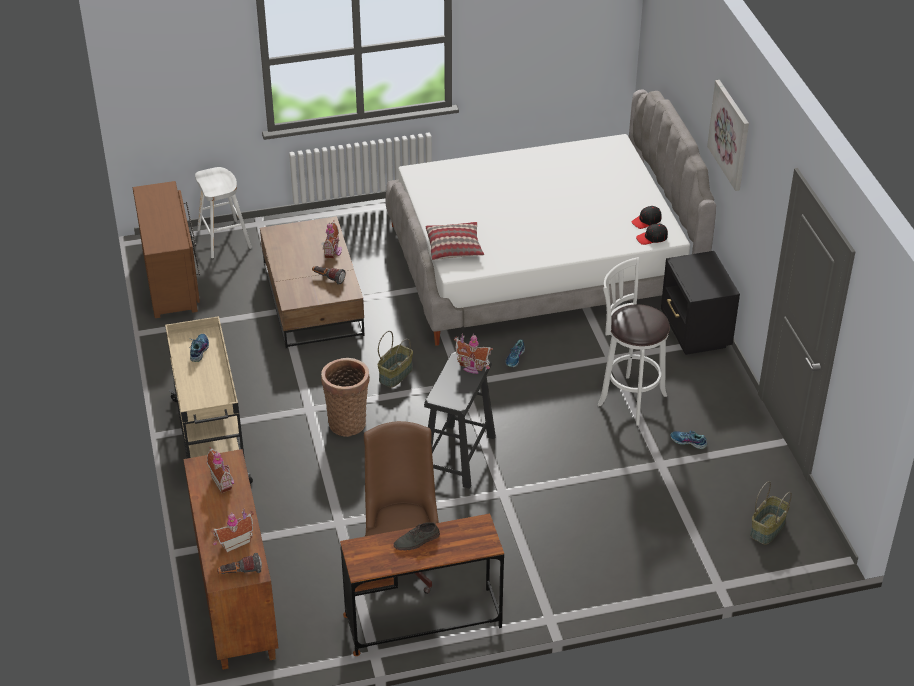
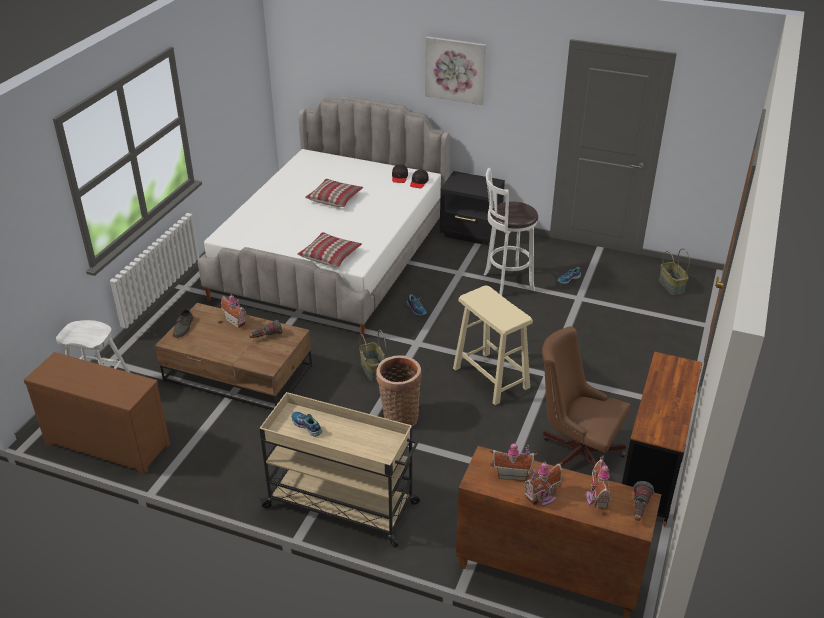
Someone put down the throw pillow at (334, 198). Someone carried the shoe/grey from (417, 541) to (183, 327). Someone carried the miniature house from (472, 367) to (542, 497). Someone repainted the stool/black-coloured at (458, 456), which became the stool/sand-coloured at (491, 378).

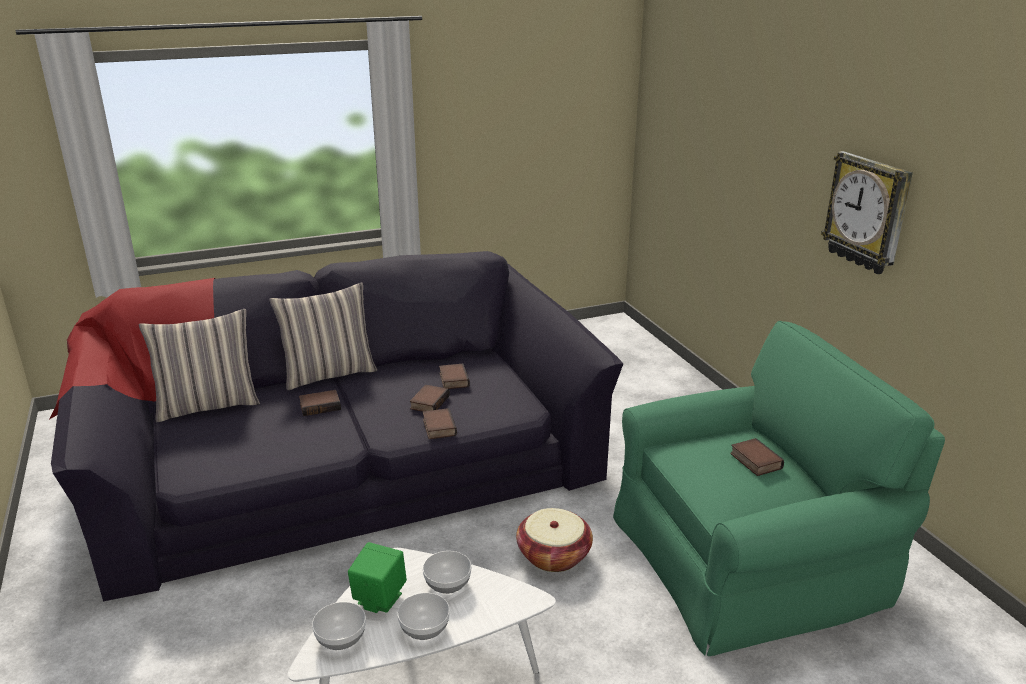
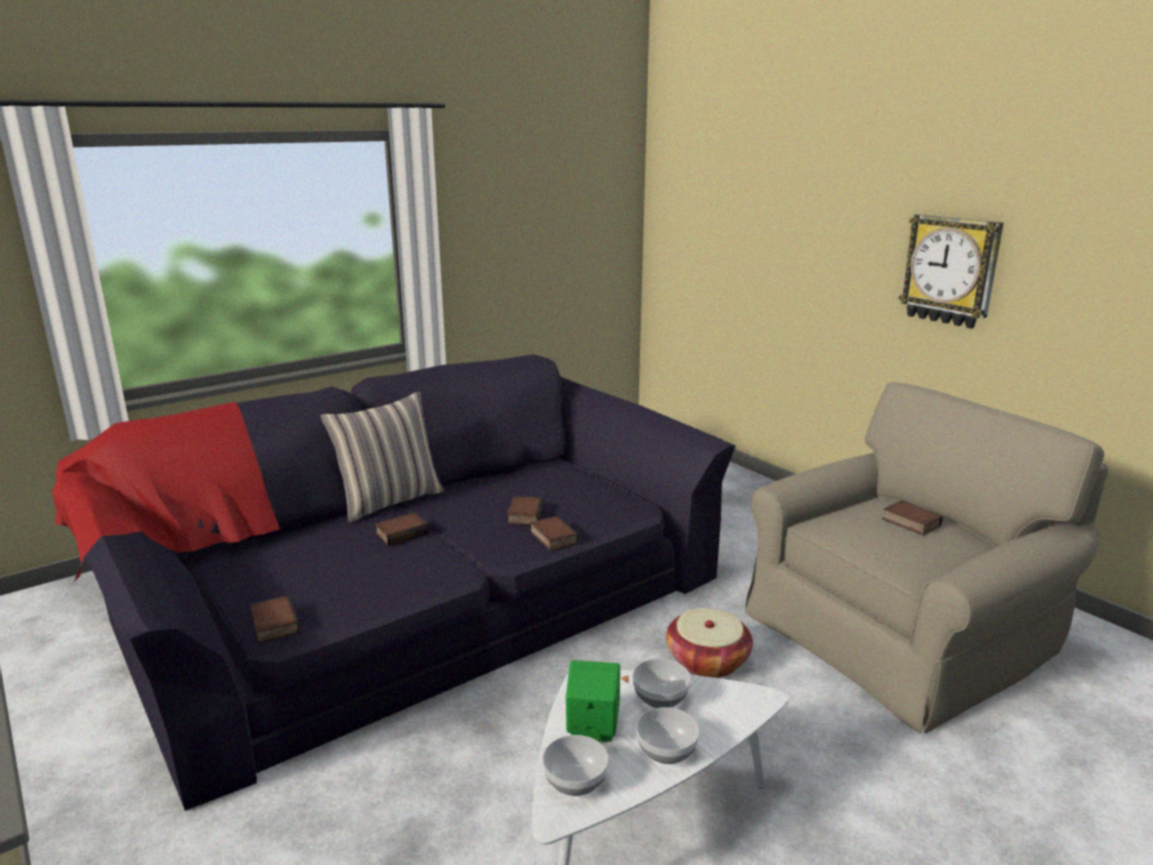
Someone took away the throw pillow at (208, 405). Someone carried the book from (452, 380) to (273, 624). Someone repainted the easy chair/green-coloured at (749, 559), which became the easy chair/sand-coloured at (901, 631).

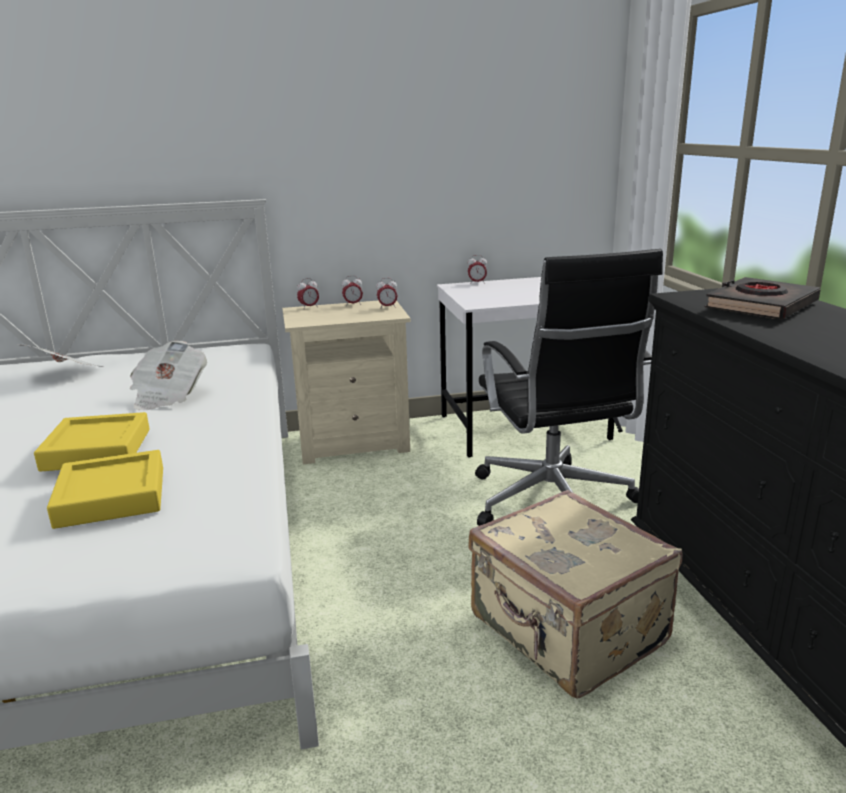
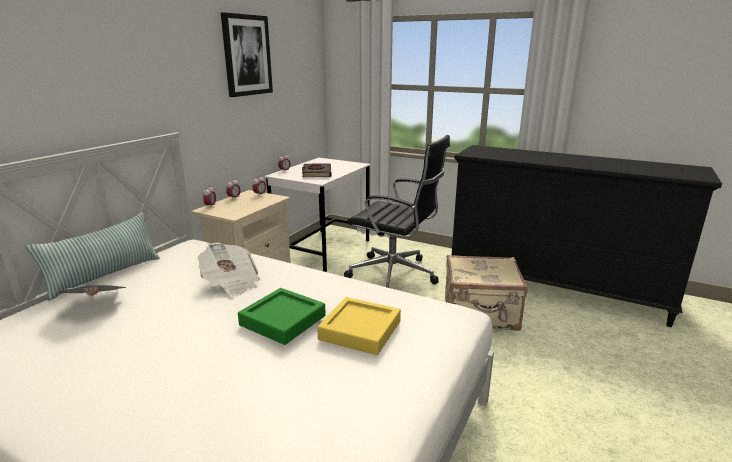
Someone put down the throw pillow at (105, 275). Someone put up the picture at (247, 55). Someone carried the book/black-coloured from (760, 306) to (316, 173). Someone repainted the carrying tray/yellowish at (97, 449), which became the carrying tray/green-coloured at (283, 320).

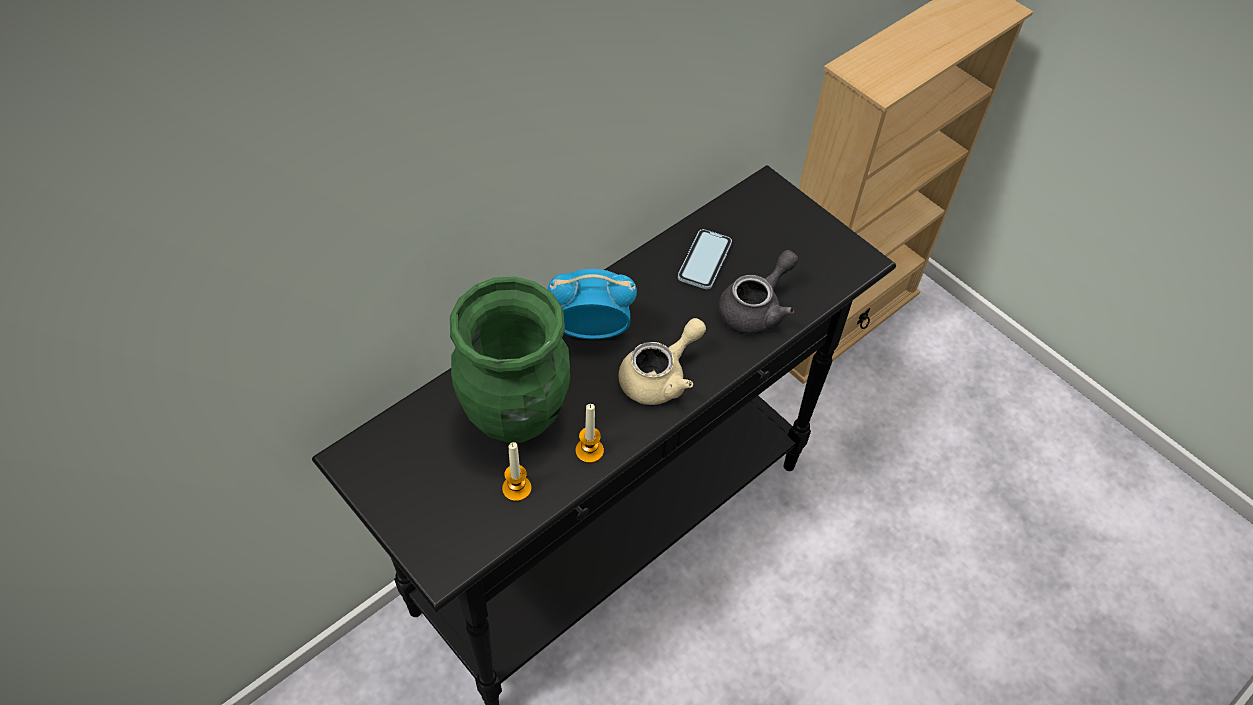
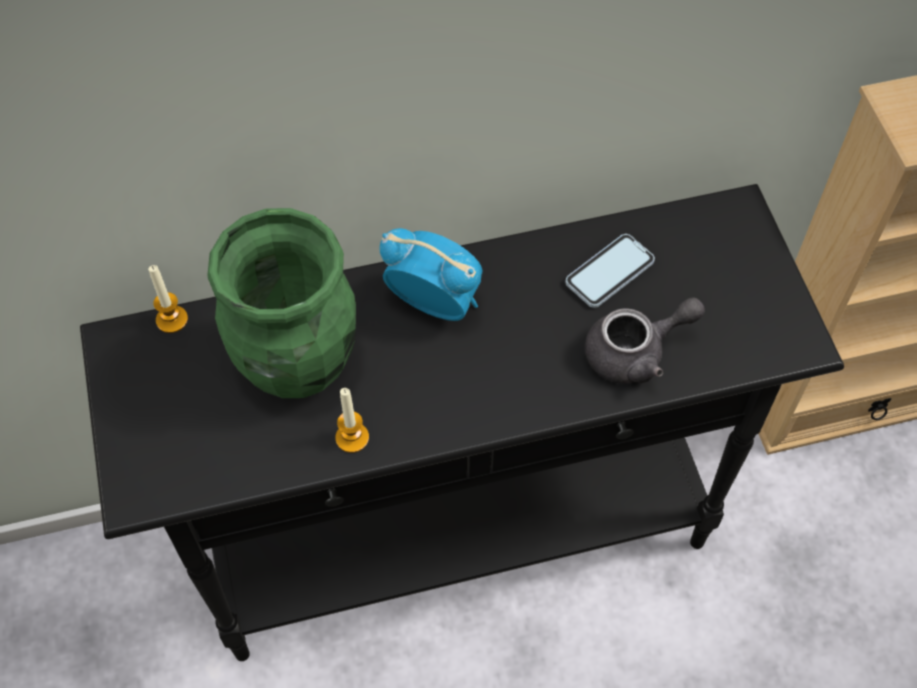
Someone took away the tea pot/sand-coloured at (660, 377). Someone carried the candle from (516, 488) to (172, 320).

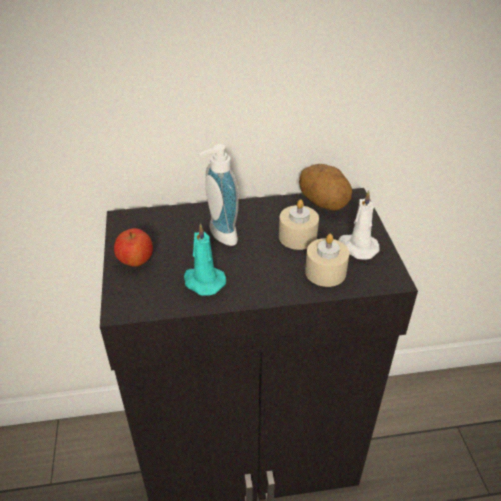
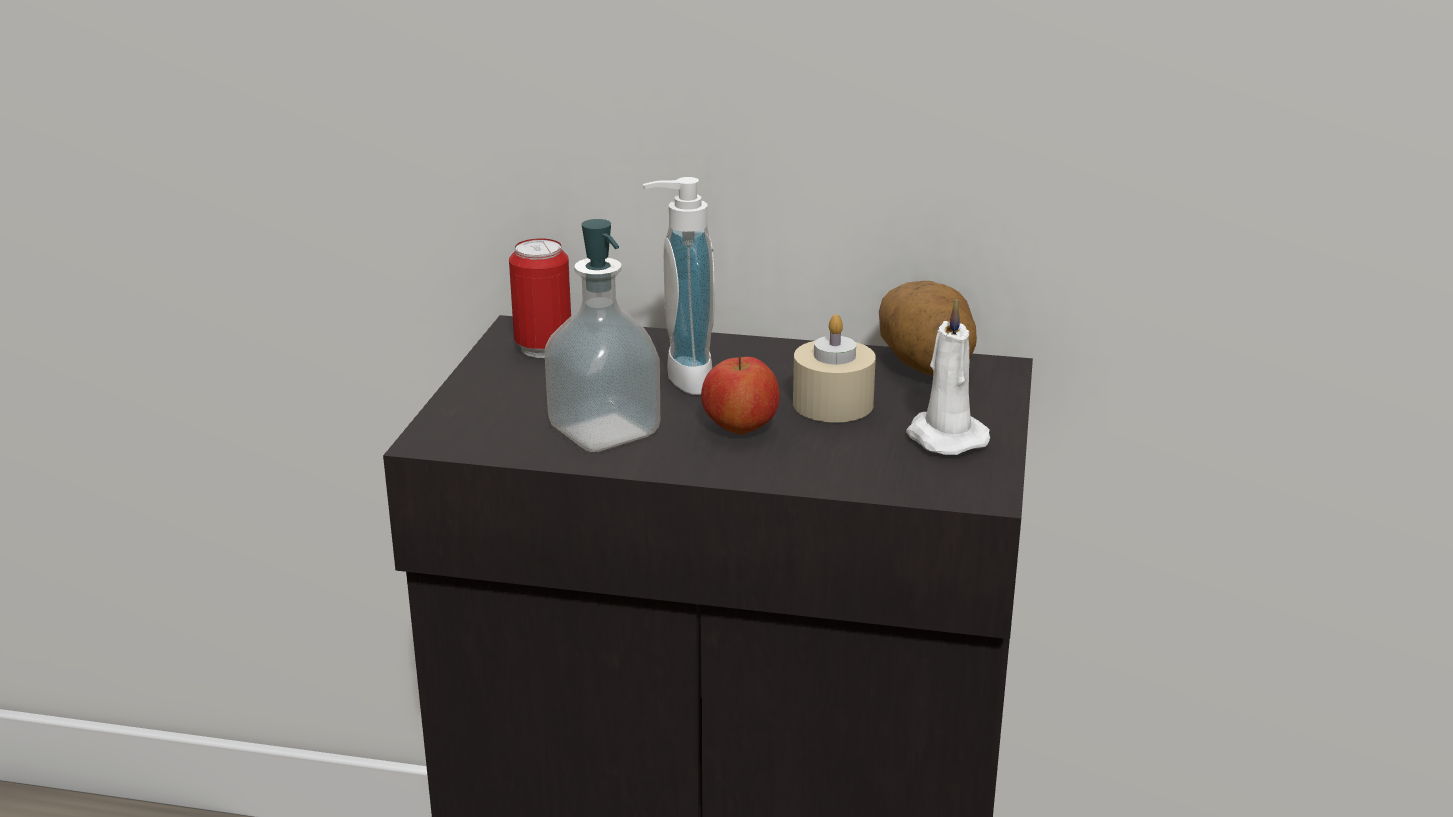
Someone took away the candle/sand-coloured at (325, 272). Someone put down the sealed can at (543, 348). Someone carried the apple from (136, 262) to (740, 429). Someone swapped the candle/turquoise at (203, 281) for the liquid soap bottle at (604, 431).

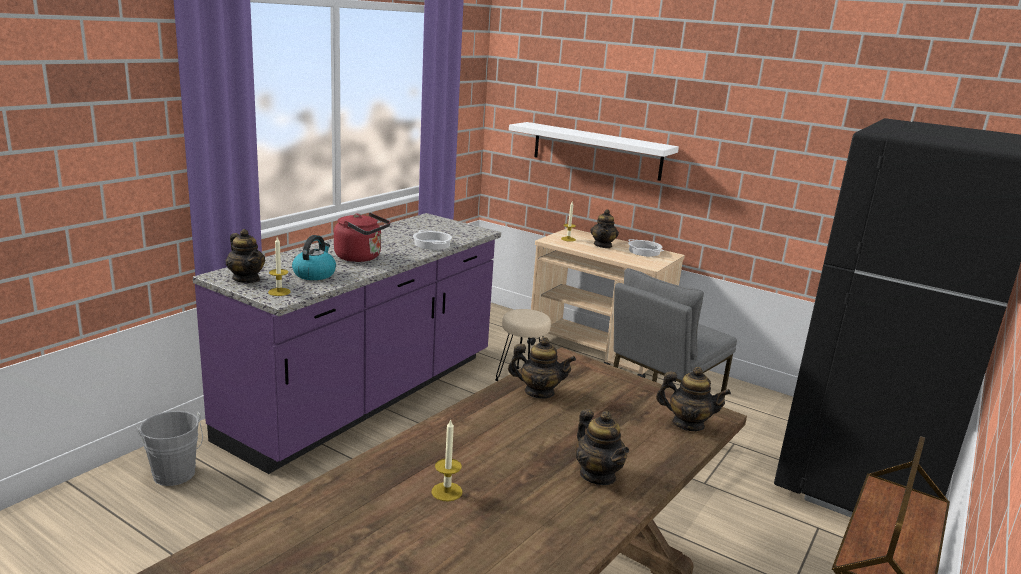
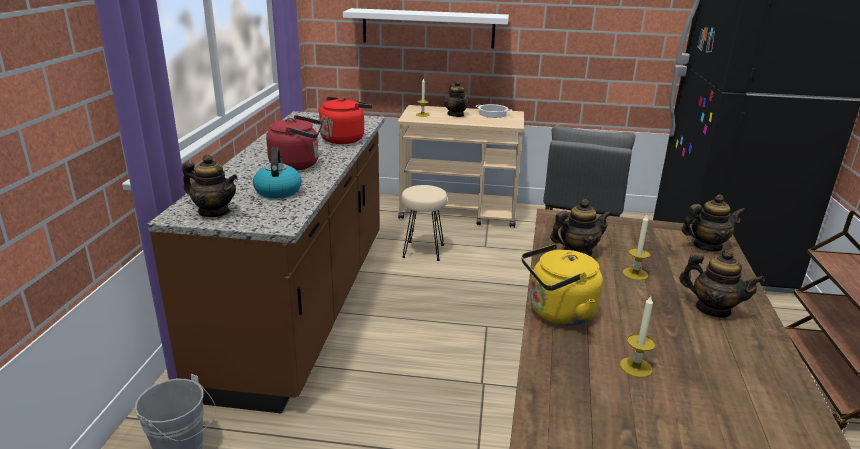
Someone put down the tea kettle/yellowish at (558, 313). Someone carried the candle from (279, 292) to (635, 274). Someone swapped the saucepot at (432, 244) for the tea kettle/red at (344, 139). Someone repainted the kitchen base unit/purplish at (366, 397), which became the kitchen base unit/brownish at (304, 306).

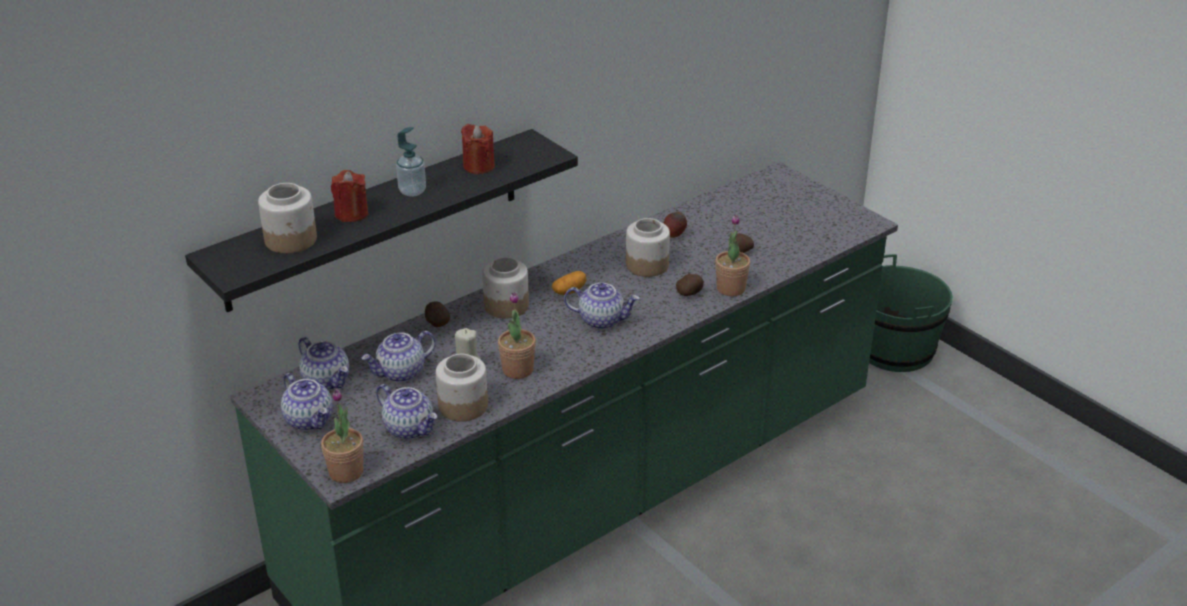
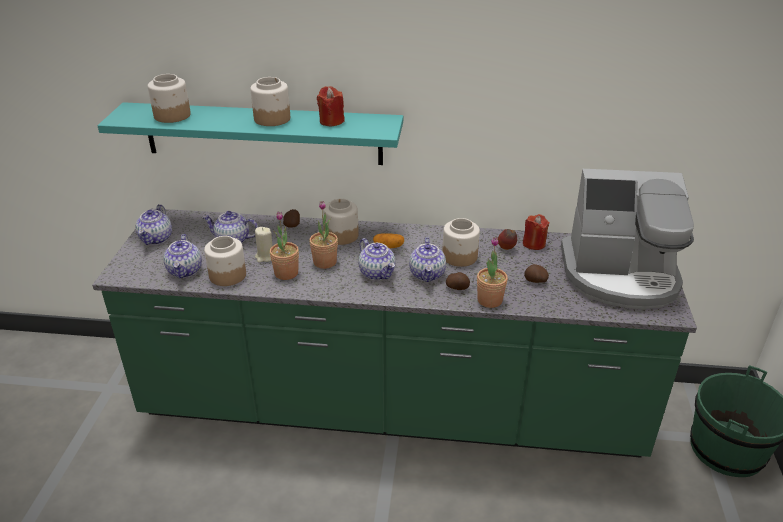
Someone put down the coffee machine at (620, 276). Someone carried the tea pot from (327, 381) to (427, 274). Someone carried the potted plant from (346, 472) to (325, 262). Someone carried the candle/red from (351, 214) to (534, 244). Someone swapped the liquid soap bottle at (412, 191) for the jar at (272, 119). Someone repainted the bracket shelf/black-coloured at (374, 219), which became the bracket shelf/turquoise at (263, 133).

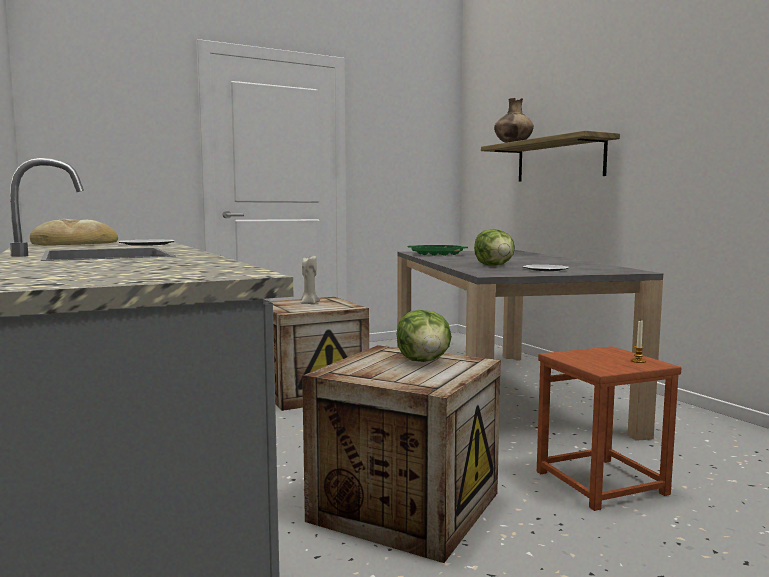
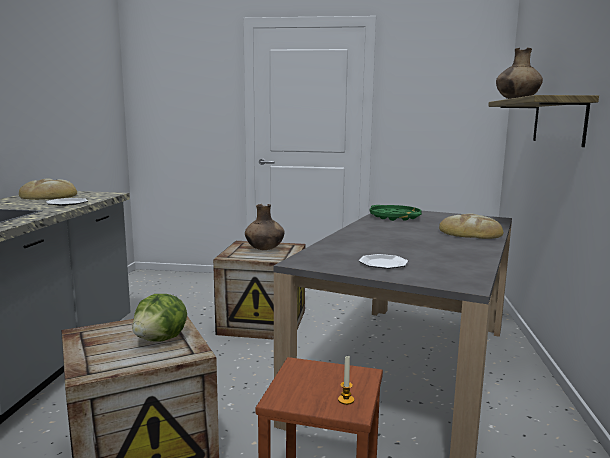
Someone took away the lettuce at (494, 266). Someone put down the bakery bread at (470, 232). Someone swapped the candle/sand-coloured at (309, 303) for the vase/brownish at (265, 249).

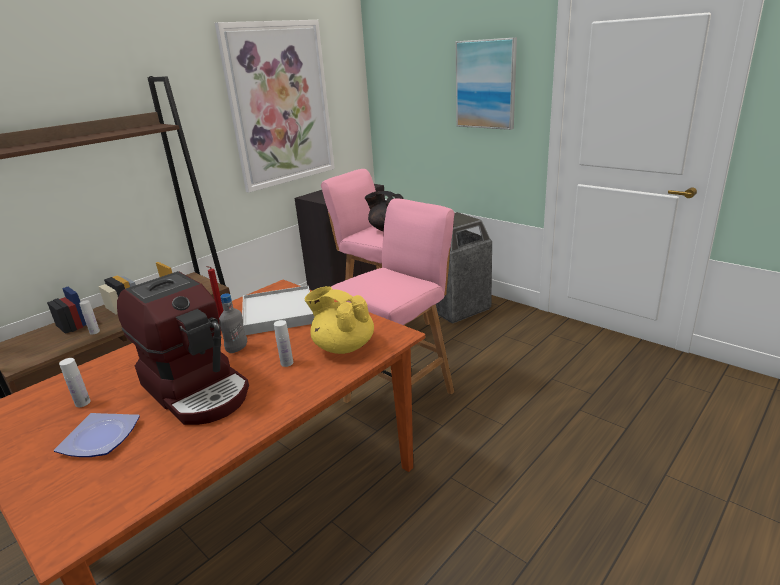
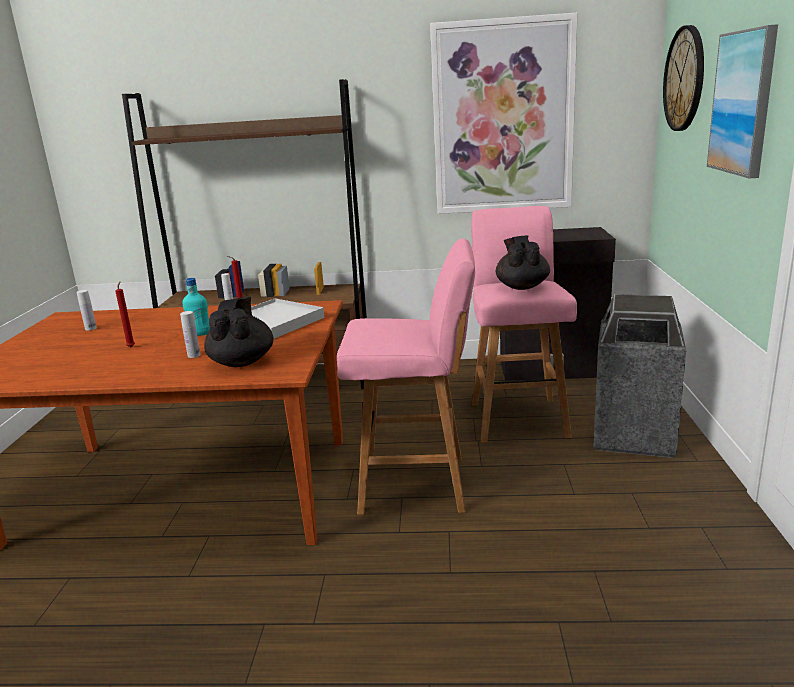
Someone took away the plate at (98, 439). Someone put up the clock on the wall at (684, 79). Someone swapped the coffee machine at (198, 389) for the candle/red at (131, 347). Someone repainted the beverage bottle/grey at (237, 349), which became the beverage bottle/turquoise at (200, 334). Someone repainted the tea pot/yellowish at (343, 346), which became the tea pot/black-coloured at (242, 362).

